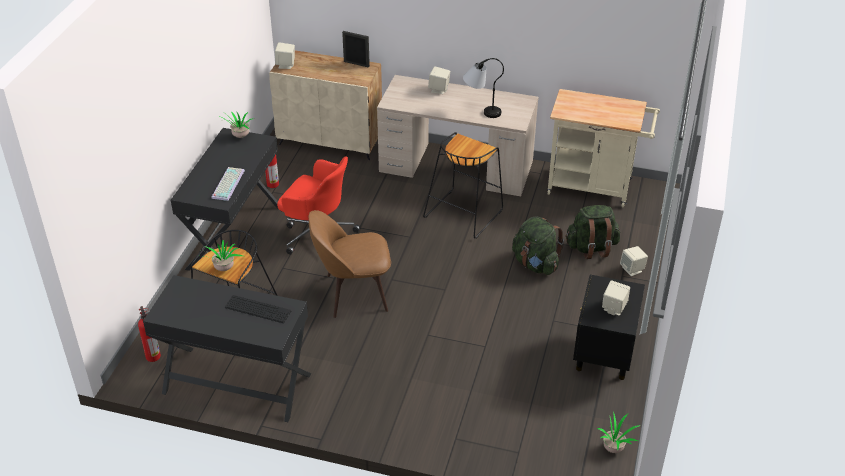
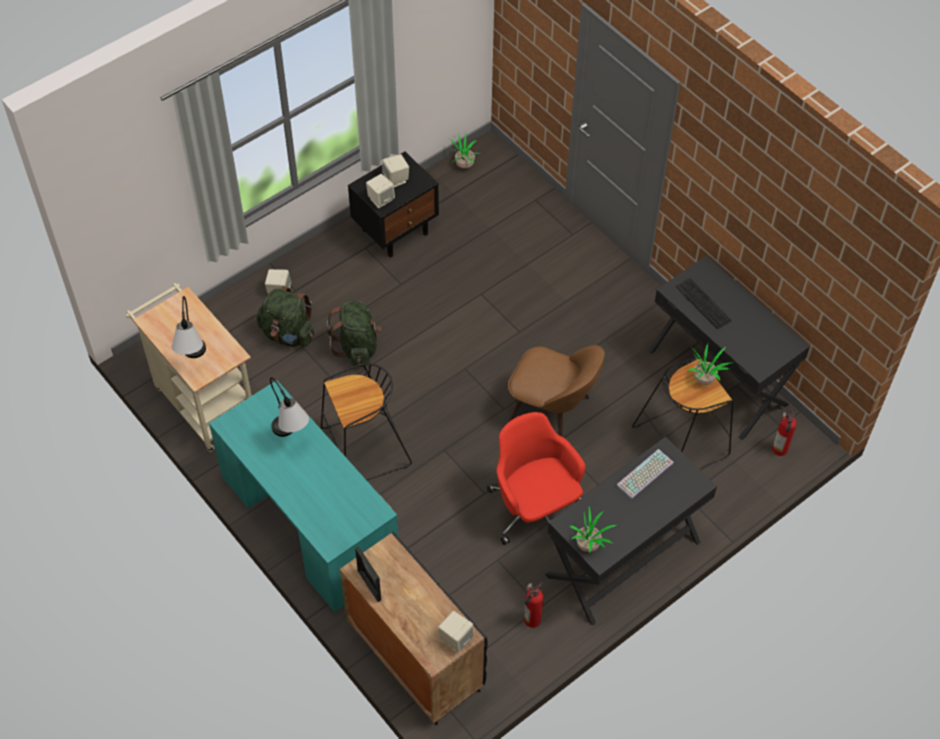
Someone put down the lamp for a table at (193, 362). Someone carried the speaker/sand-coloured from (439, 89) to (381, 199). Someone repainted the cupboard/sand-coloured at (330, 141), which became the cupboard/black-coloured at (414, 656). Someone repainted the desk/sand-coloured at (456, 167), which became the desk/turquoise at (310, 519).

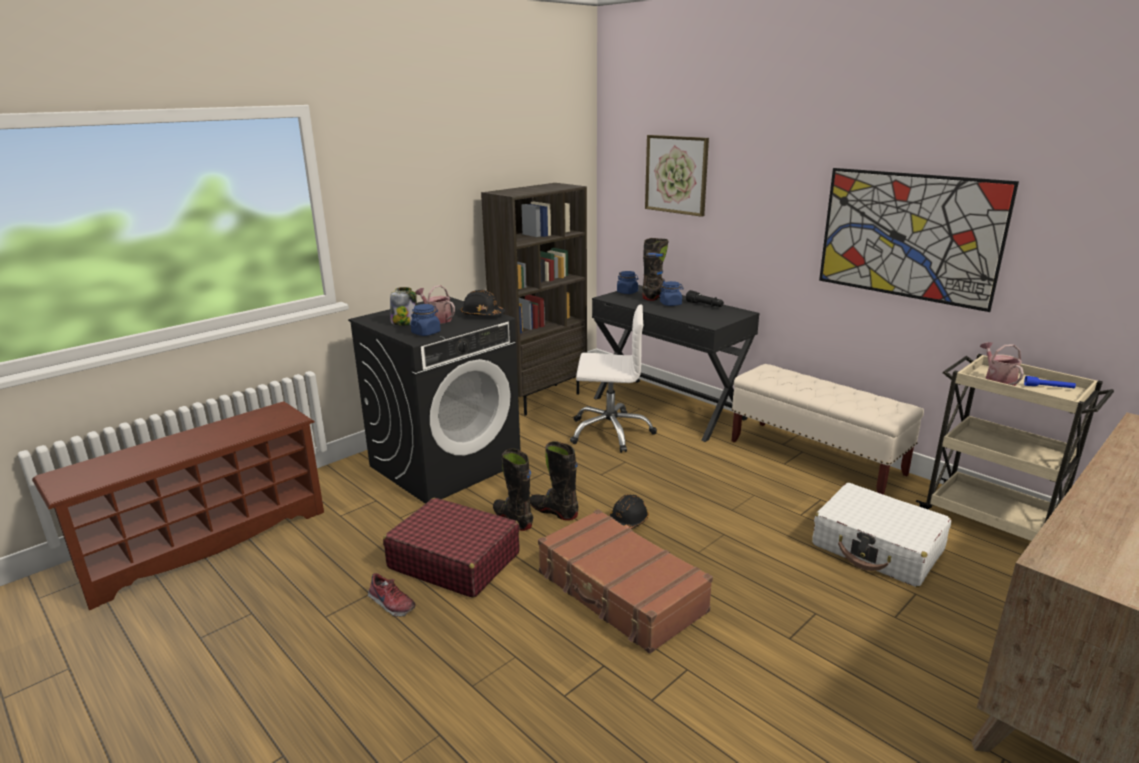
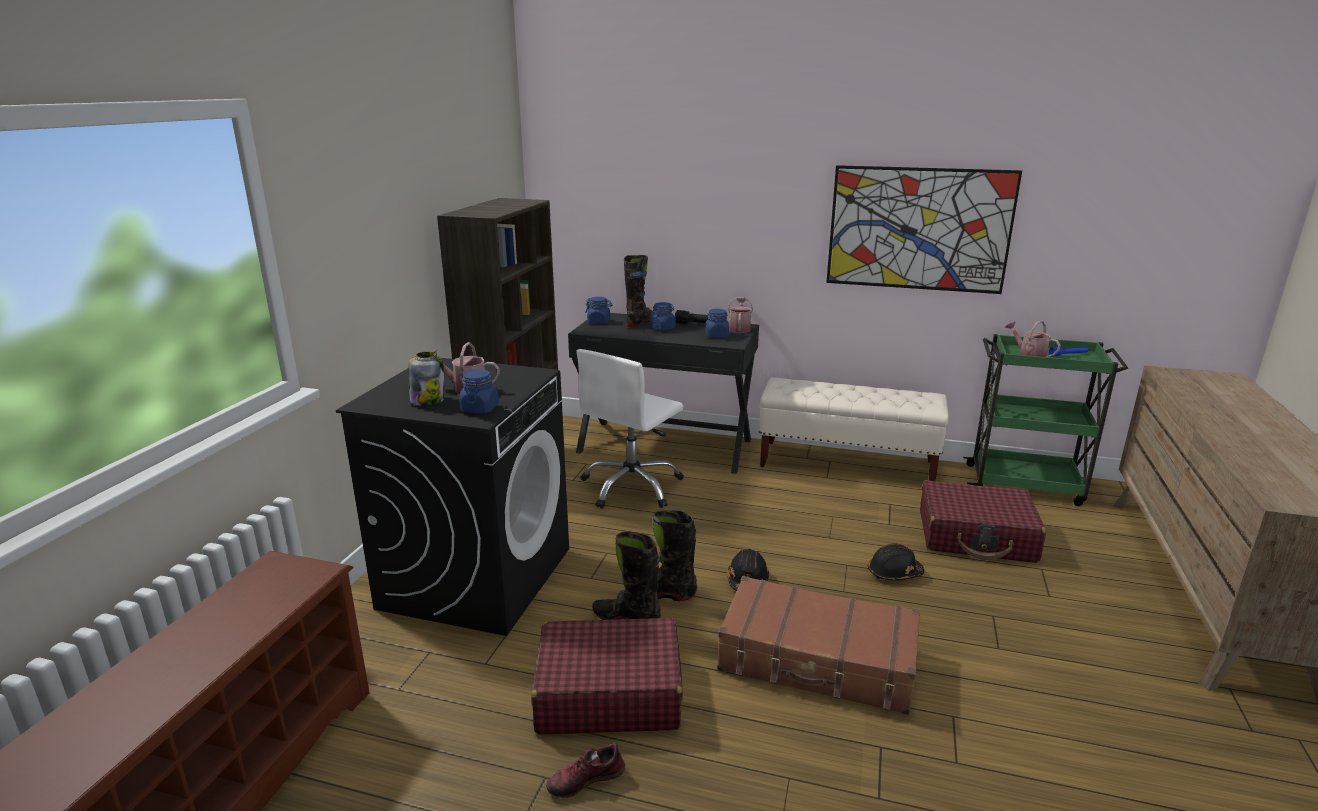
Someone took away the picture at (676, 174). Someone put down the jar/blue-coloured at (716, 335). Someone put down the watering pot at (739, 328). Someone carried the work helmet/black-coloured from (482, 315) to (894, 573). Someone repainted the piece of luggage/white-coloured at (877, 548), which became the piece of luggage/red at (976, 536). Someone repainted the cart/sand-coloured at (991, 520), which became the cart/green-coloured at (1025, 485). Someone rotated the shoe at (390, 604) by 150 degrees clockwise. Someone rotated the computer chair/white-coloured at (610, 432) by 150 degrees clockwise.

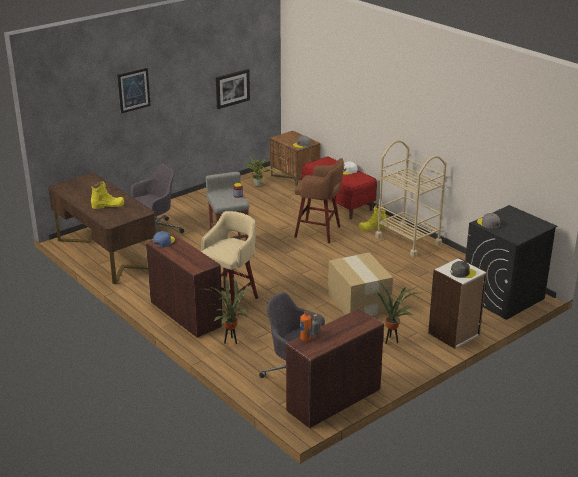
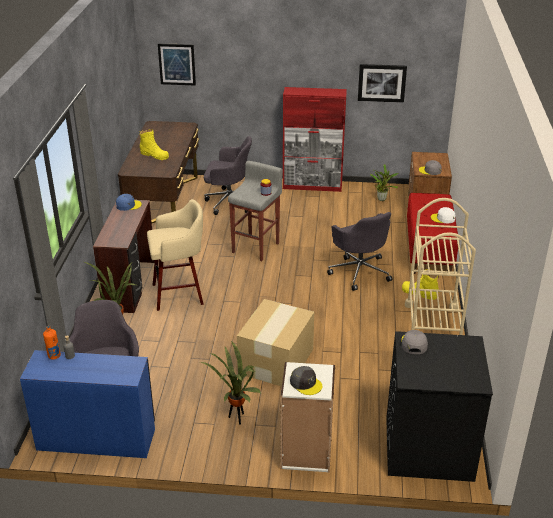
Someone put down the cupboard/red at (312, 186). Someone carried the picture from (133, 90) to (177, 64). Someone swapped the stool/brownish at (319, 232) for the computer chair/grey at (359, 271). Someone repainted the desk/brownish at (333, 399), which became the desk/blue-coloured at (96, 438).

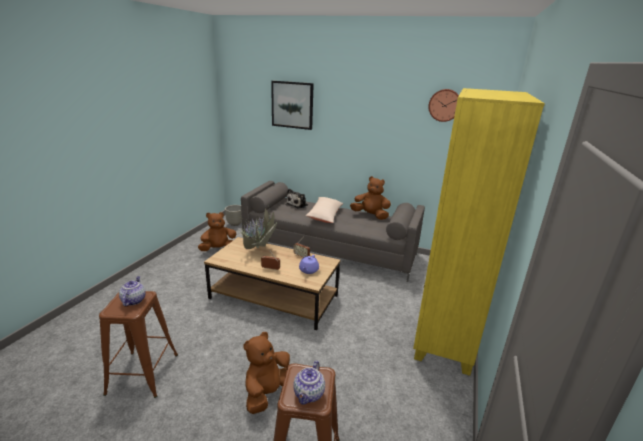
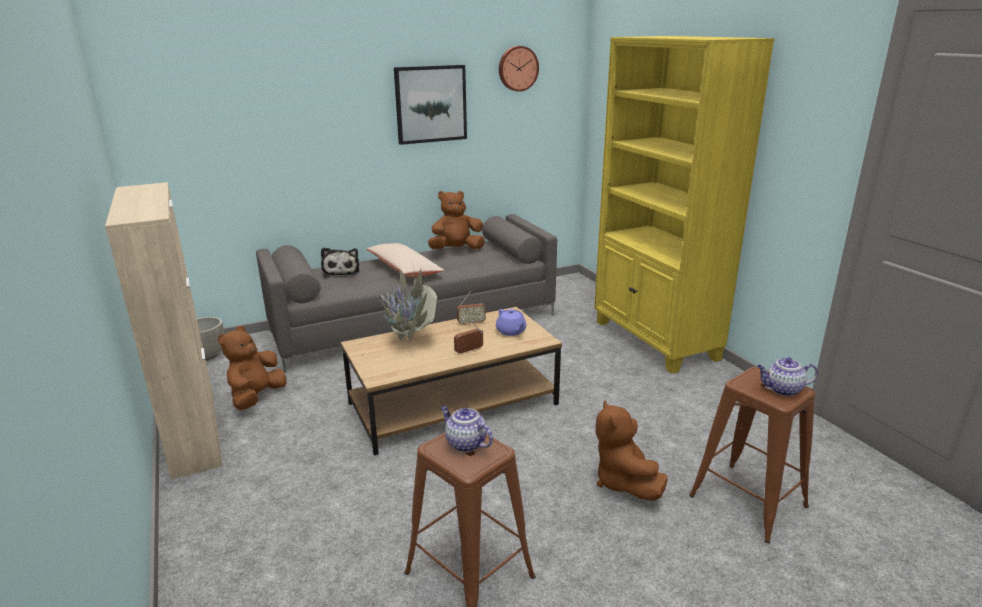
Someone put down the cupboard/sand-coloured at (194, 432). Someone carried the picture from (292, 105) to (430, 104). Someone rotated the tea pot at (309, 394) by 120 degrees clockwise.

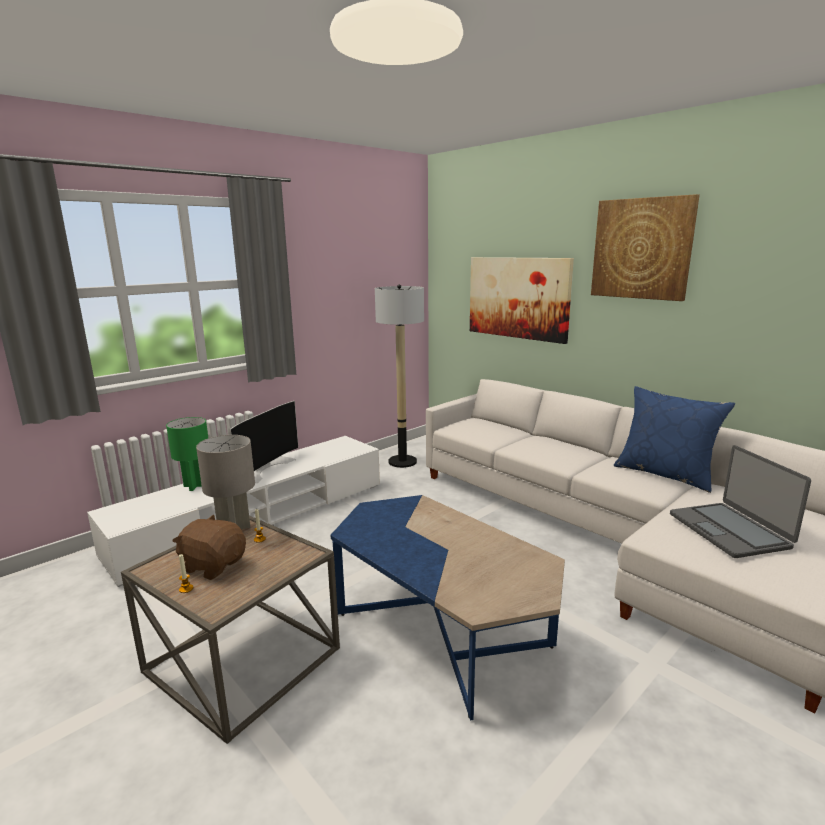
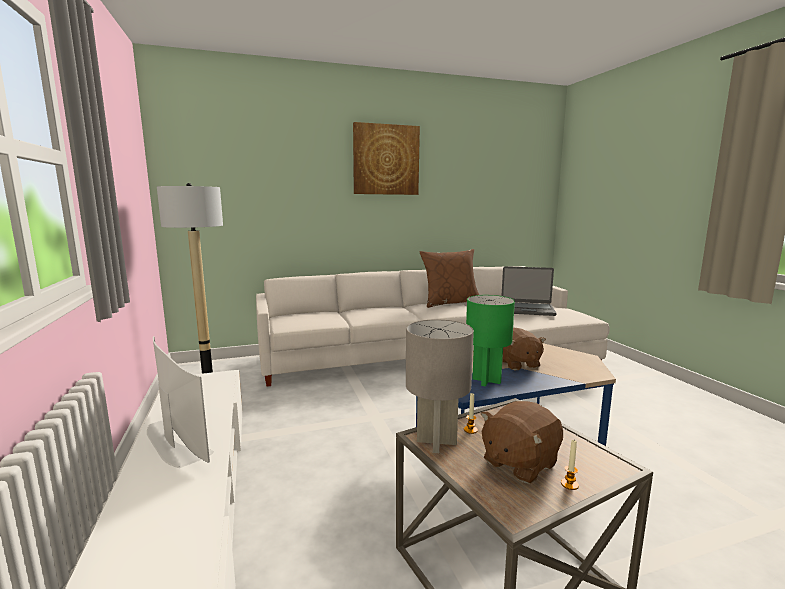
Someone took away the picture at (518, 298). Someone put down the plush toy/brownish at (517, 364). Someone carried the lamp for a table/green-coloured from (195, 486) to (486, 381). Someone repainted the throw pillow/blue-coloured at (665, 474), which became the throw pillow/brownish at (450, 303).

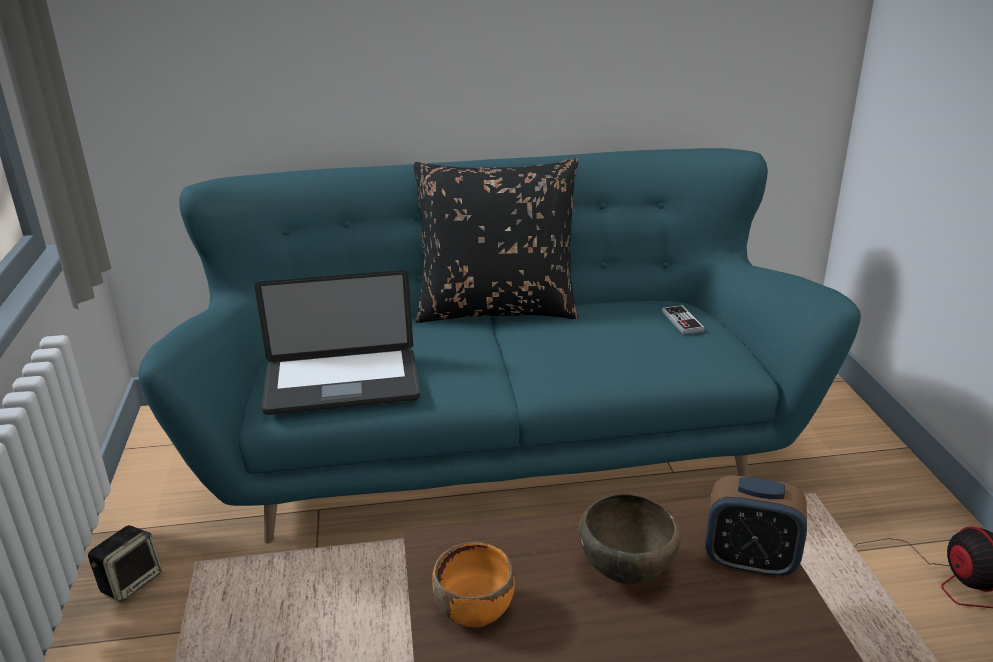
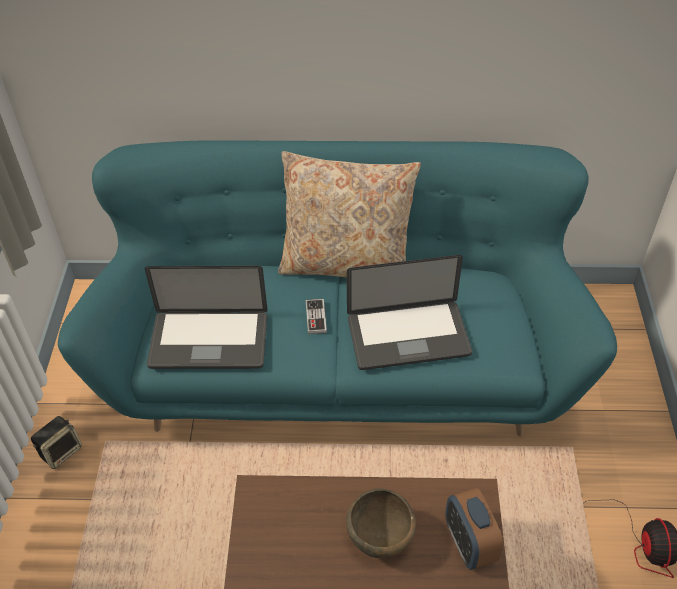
Someone took away the deep dish/orange at (475, 610). Someone put down the laptop at (408, 336). Someone carried the gamepad from (682, 321) to (316, 317). Someone repainted the throw pillow/black-coloured at (497, 308), which became the throw pillow/sand-coloured at (346, 264). Someone rotated the alarm clock at (749, 562) by 45 degrees clockwise.

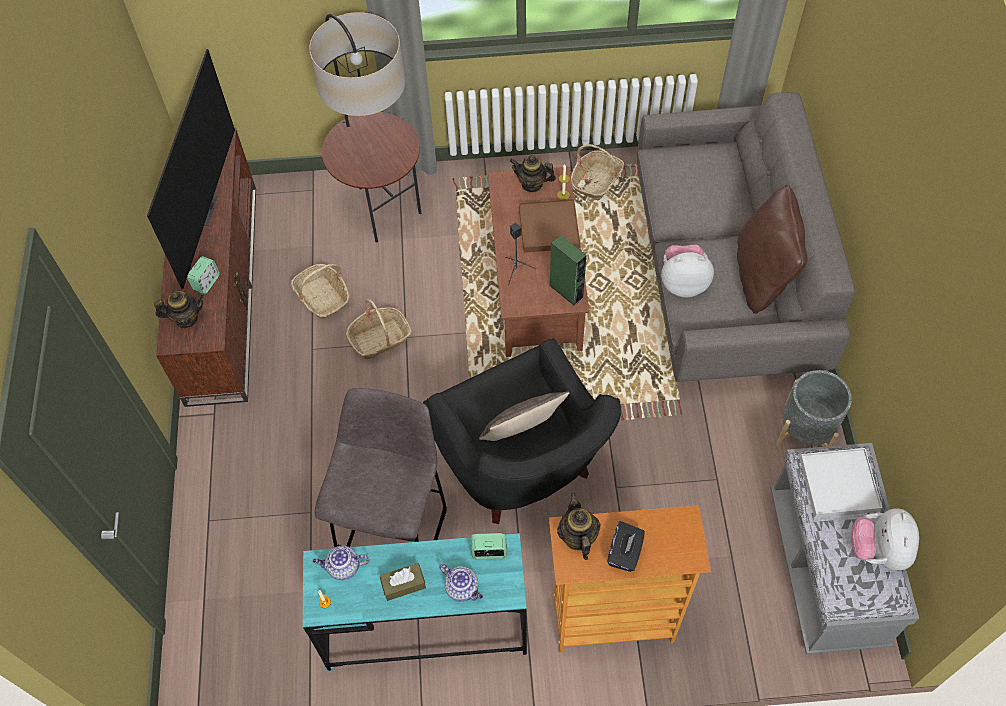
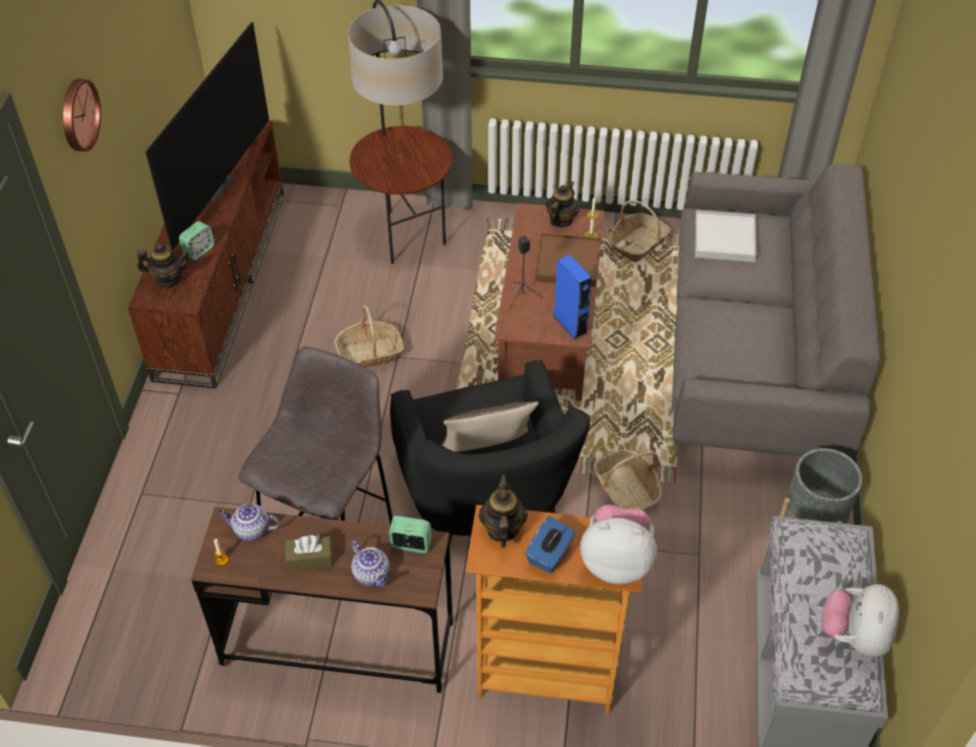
Someone took away the throw pillow/brownish at (762, 276). Someone put up the clock on the wall at (78, 115). Someone carried the household basket from (322, 297) to (626, 490). Someone carried the plush toy from (683, 283) to (616, 561). Someone carried the carrying tray/white-coloured from (839, 484) to (724, 239). Someone repainted the desk/turquoise at (425, 628), which became the desk/brownish at (337, 644). Someone repainted the speaker/green-coloured at (566, 291), which became the speaker/blue-coloured at (570, 324). Someone repainted the box of tissues/black-coloured at (625, 553), which became the box of tissues/blue-coloured at (550, 554). Someone rotated the tea pot at (532, 184) by 90 degrees clockwise.

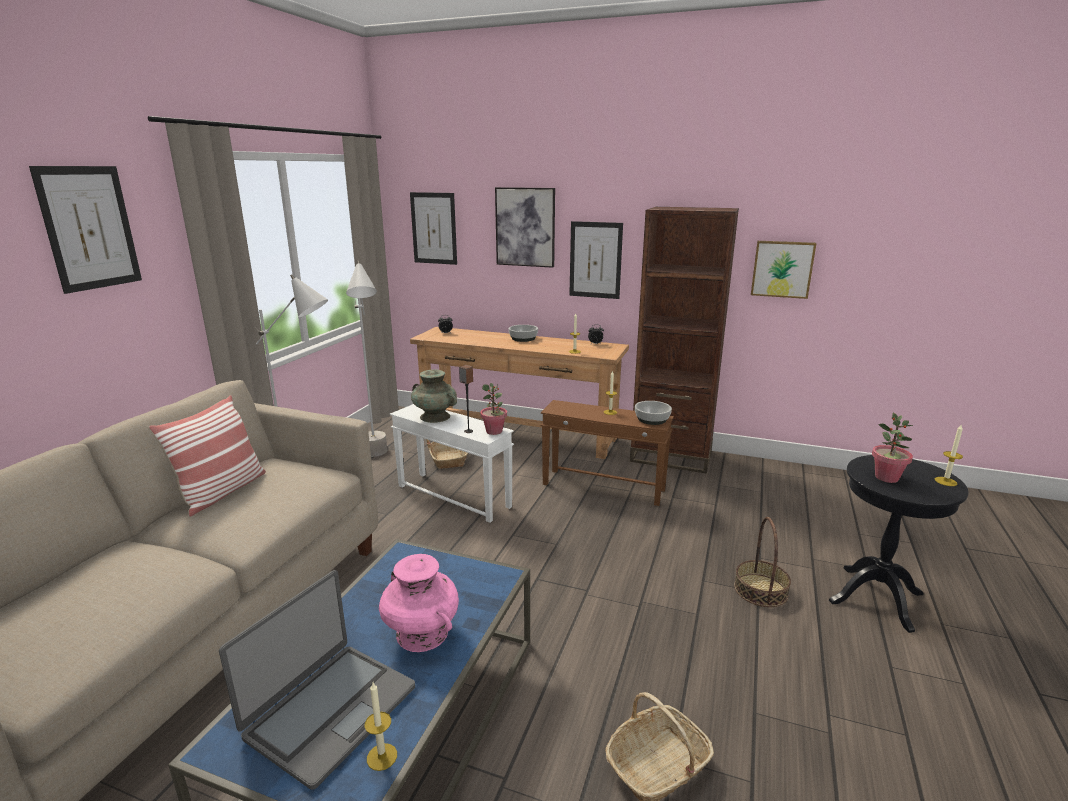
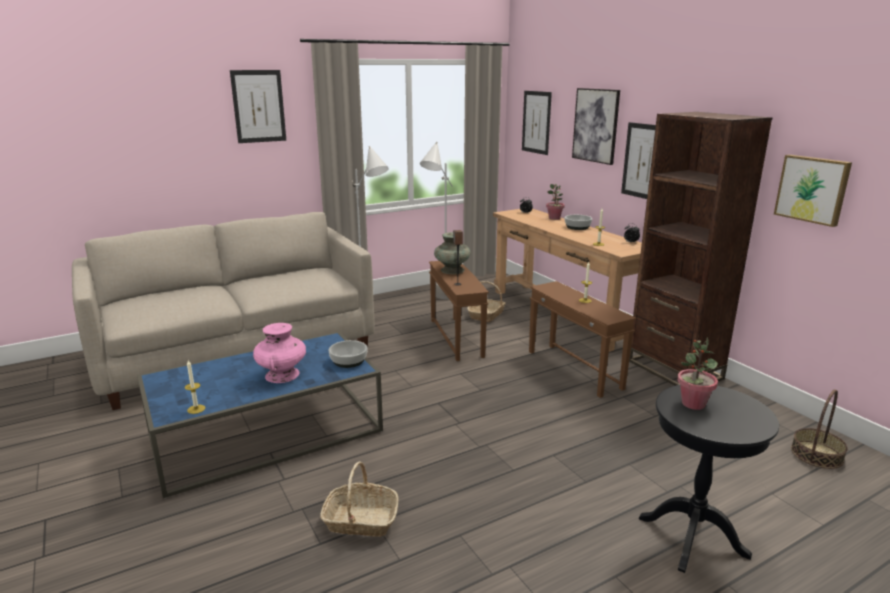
Someone took away the throw pillow at (222, 492). Someone took away the laptop at (330, 711). Someone took away the candle at (945, 481). Someone carried the potted plant from (494, 431) to (554, 218). Someone carried the deep dish from (652, 419) to (348, 361). Someone carried the household basket from (760, 590) to (816, 454). Someone repainted the accent table/white-coloured at (454, 496), which became the accent table/brownish at (457, 338).

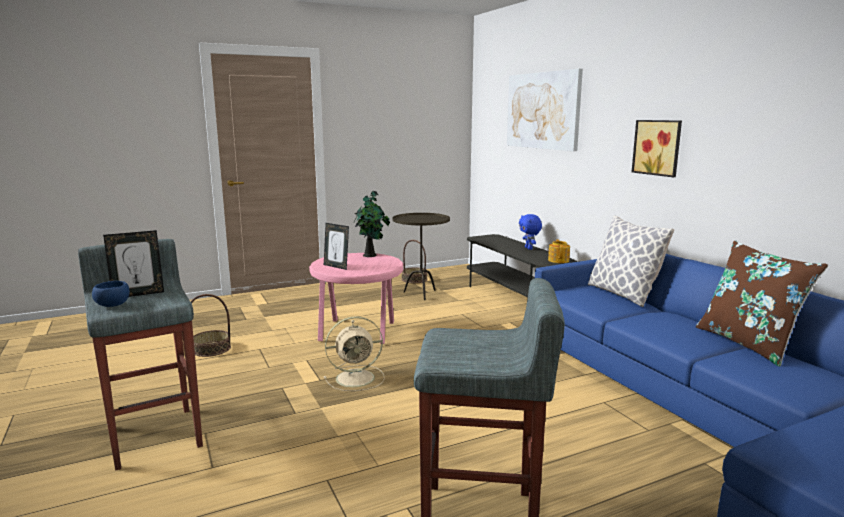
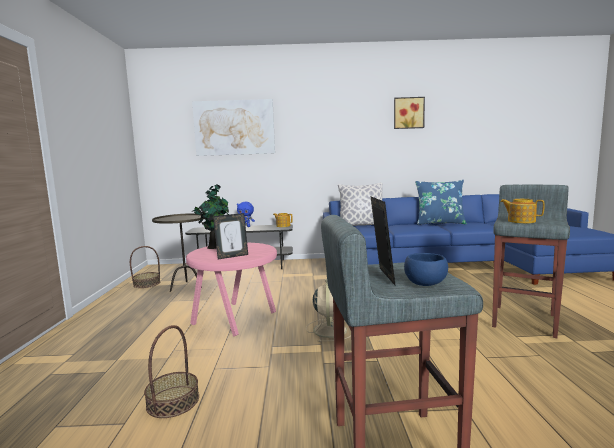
Someone put down the tea pot at (520, 221). Someone carried the picture from (658, 147) to (408, 113). Someone repainted the throw pillow/brownish at (748, 343), which became the throw pillow/blue-coloured at (439, 223).

